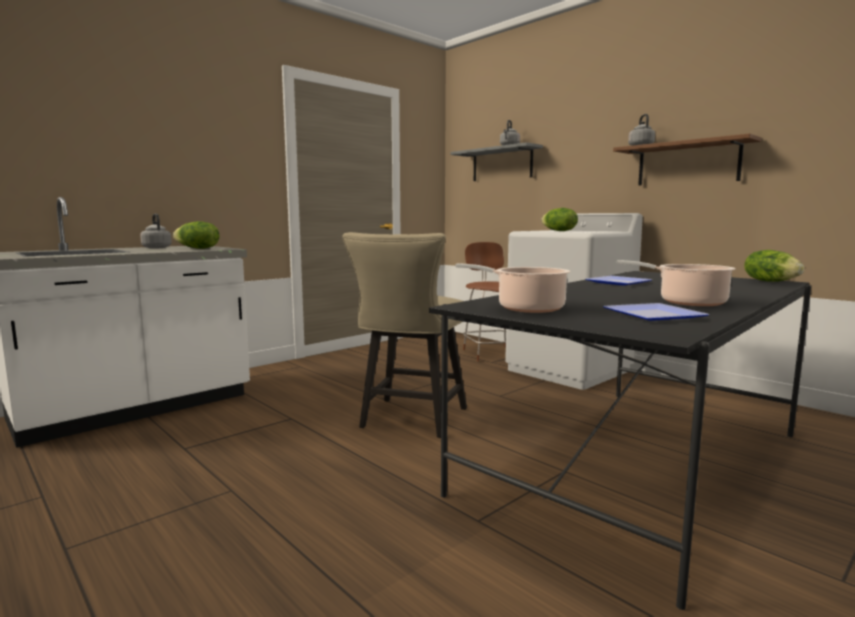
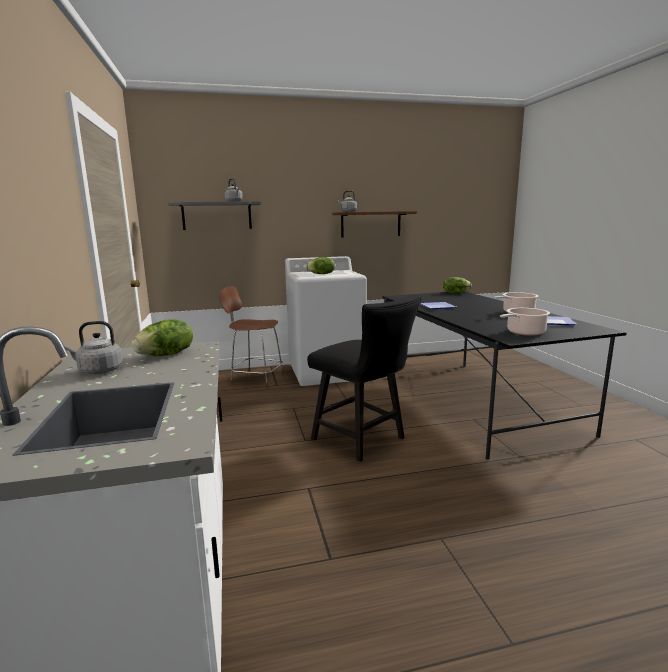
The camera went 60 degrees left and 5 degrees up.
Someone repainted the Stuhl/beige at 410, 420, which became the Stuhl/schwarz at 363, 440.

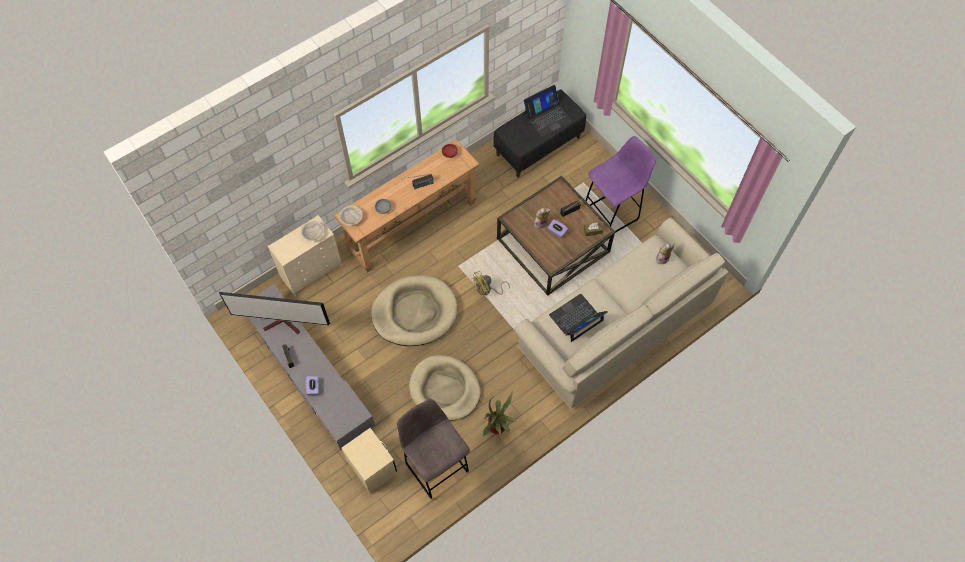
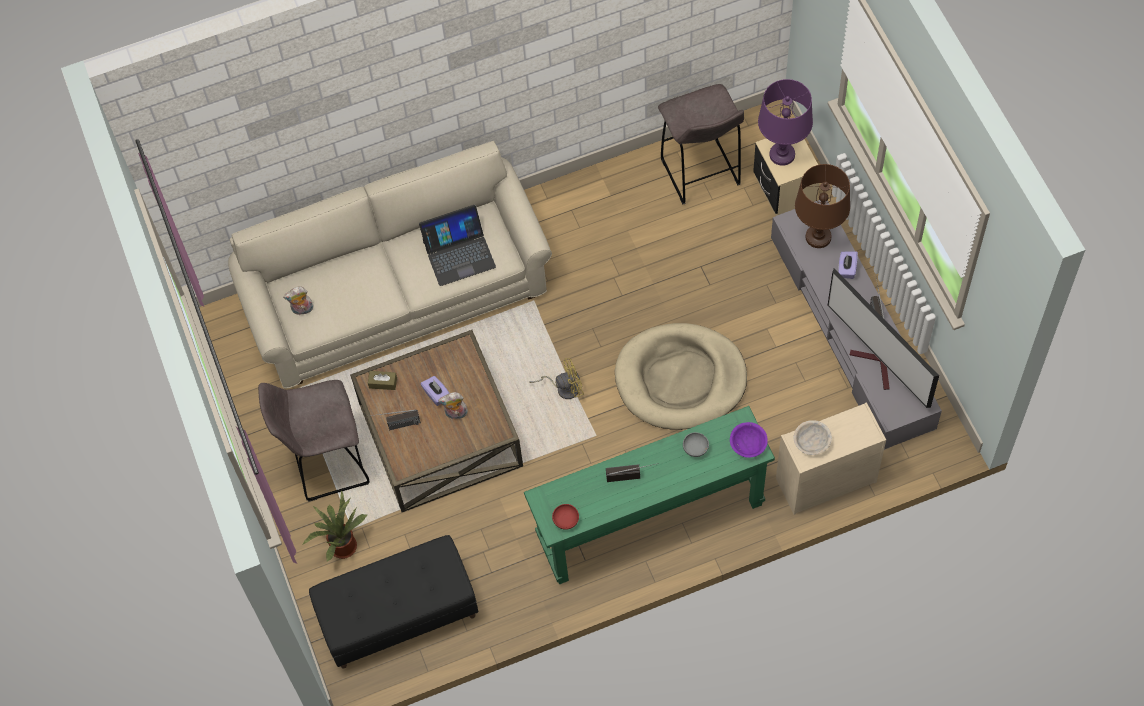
The camera went 160 degrees left and 0 degrees up.
Someone took away the Laptop at 547, 117.
Someone repainted the Hocker/lila at 612, 213, which became the Hocker/grau at 327, 464.
Someone repainted the Konsolentisch/braun at 412, 225, which became the Konsolentisch/grün at 650, 520.
Someone repainted the Schüssel/beige at 351, 219, which became the Schüssel/lila at 748, 444.
Someone rotated the Fernseher at 284, 324 by 150 degrees counterclockwise.
Someone took away the Hundebett/beige at 445, 389.
Someone carried the Topfpflanze from 498, 427 to 341, 544.
Someone put down the Tischlampe/lila at 782, 154.
Someone put down the Tischlampe/braun at 818, 237.

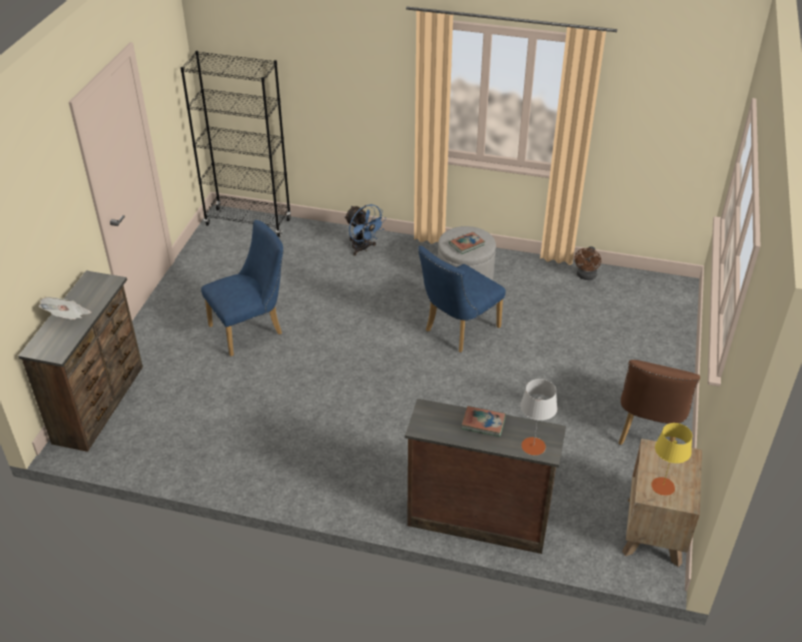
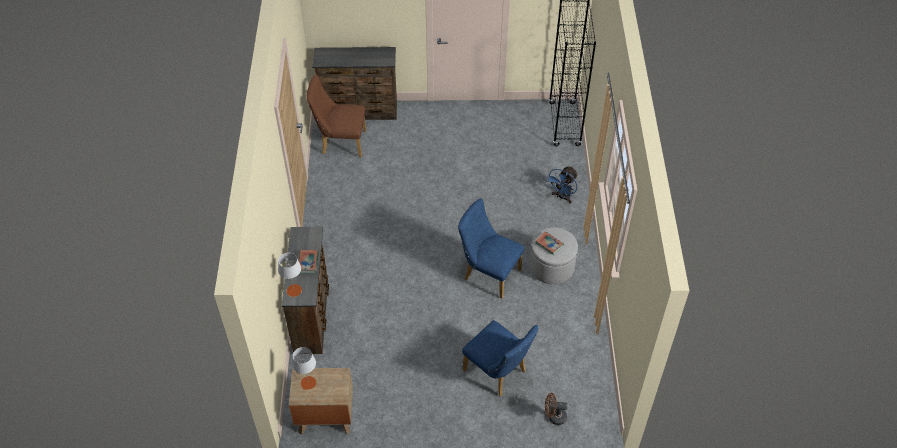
The camera went 75 degrees right and 10 degrees up.
Someone carried the Stuhl/blau from 251, 329 to 498, 373.
Someone carried the Ventilator/braun from 586, 276 to 554, 417.
Someone took away the Zeitung at 67, 317.
Someone carried the Stuhl/braun from 647, 432 to 340, 142.
Someone repainted the Tischlampe/gelb at 663, 486, which became the Tischlampe/grau at 308, 383.

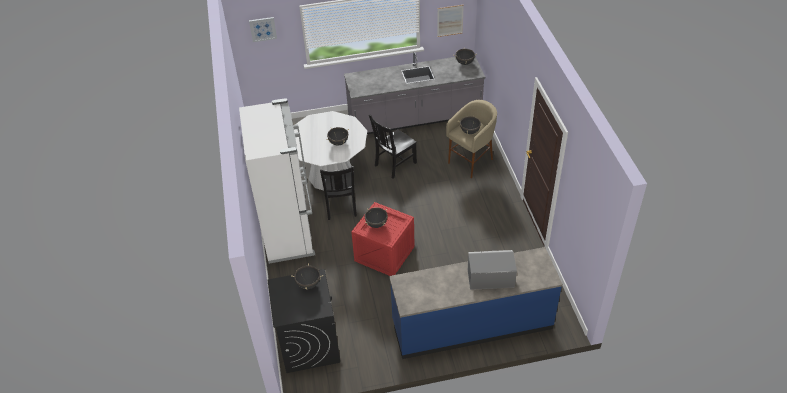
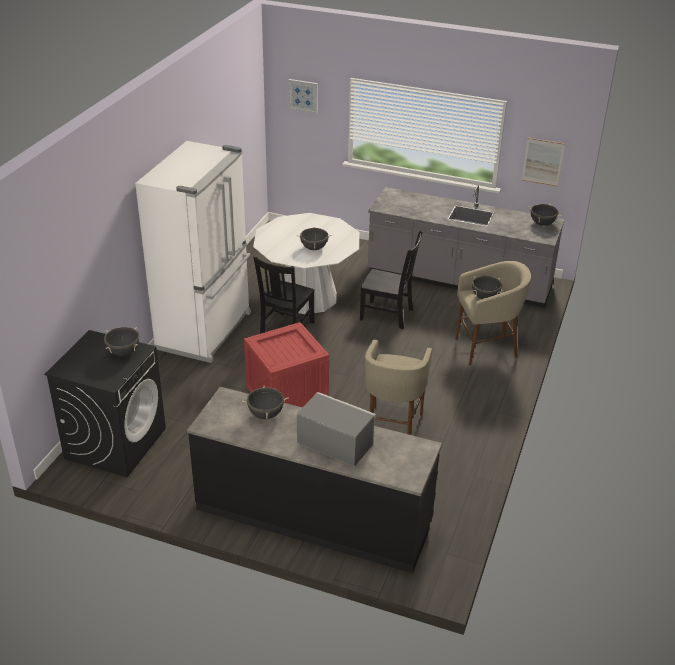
The camera went 30 degrees right and 10 degrees down.
Someone rotated the Stuhl/schwarz at 394, 164 by 150 degrees counterclockwise.
Someone carried the Kochtopf/schwarz from 376, 224 to 266, 414.
Someone repainted the Küchenzeile/blau at 471, 325, which became the Küchenzeile/schwarz at 313, 516.
Someone put down the Hocker/beige at 392, 428.

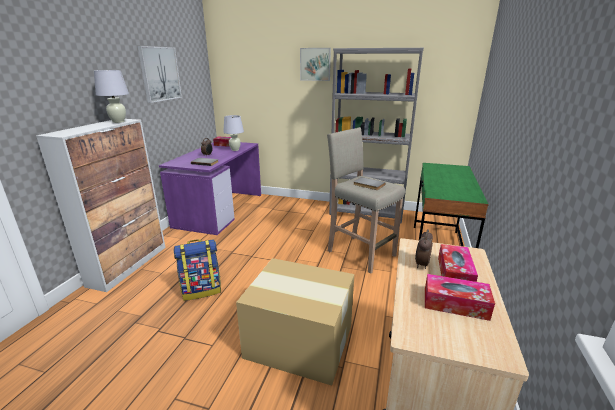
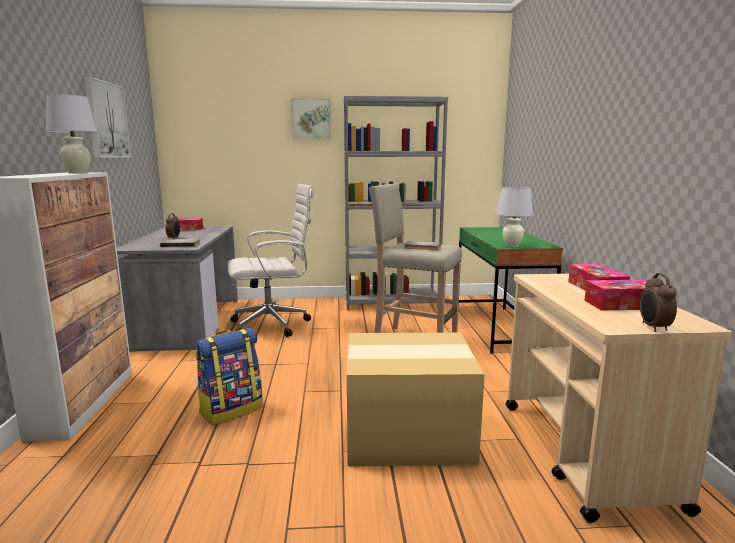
The camera went 20 degrees left and 10 degrees down.
Someone carried the Tischlampe/weiß from 235, 150 to 512, 245.
Someone repainted the Schreibtisch/lila at 220, 210, which became the Schreibtisch/grau at 187, 322.
Someone carried the Wecker from 421, 264 to 653, 328.
Someone put down the Bürostuhl/weiß at 274, 324.

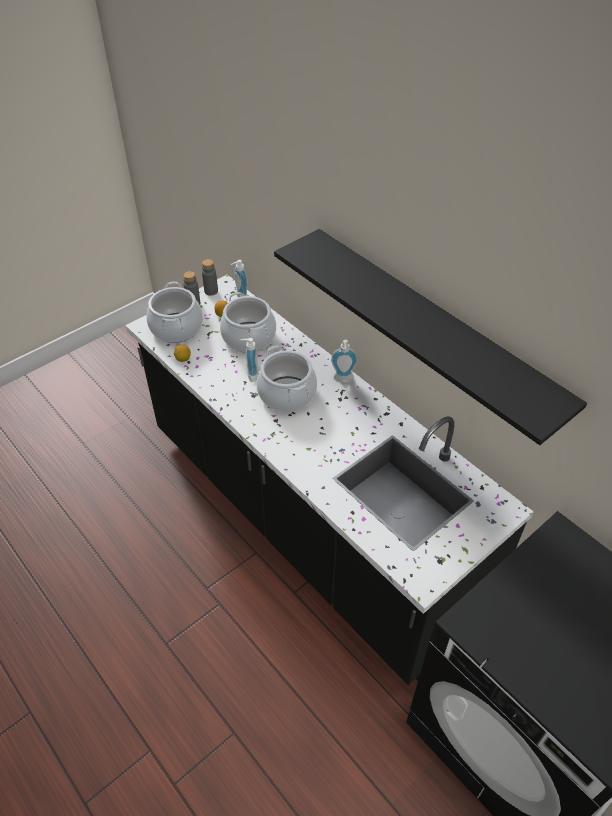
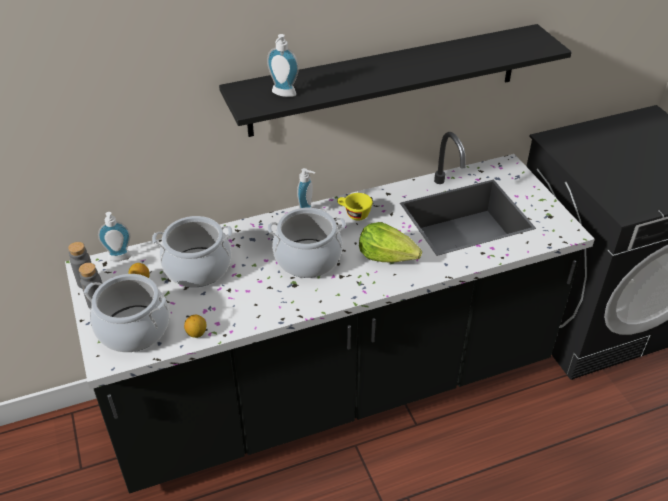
The camera went 70 degrees left and 5 degrees down.
Someone carried the Seifenspender from 250, 375 to 282, 94.
Someone put down the Tasse/gelb at 354, 214.
Someone put down the Salatkopf at 387, 256.

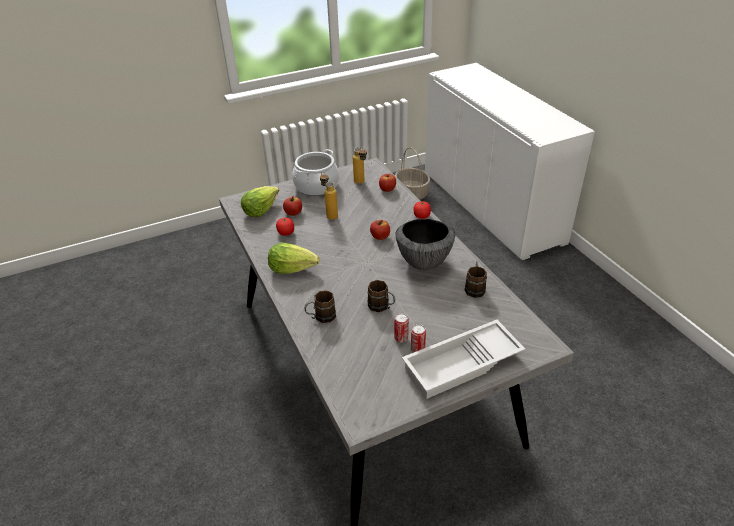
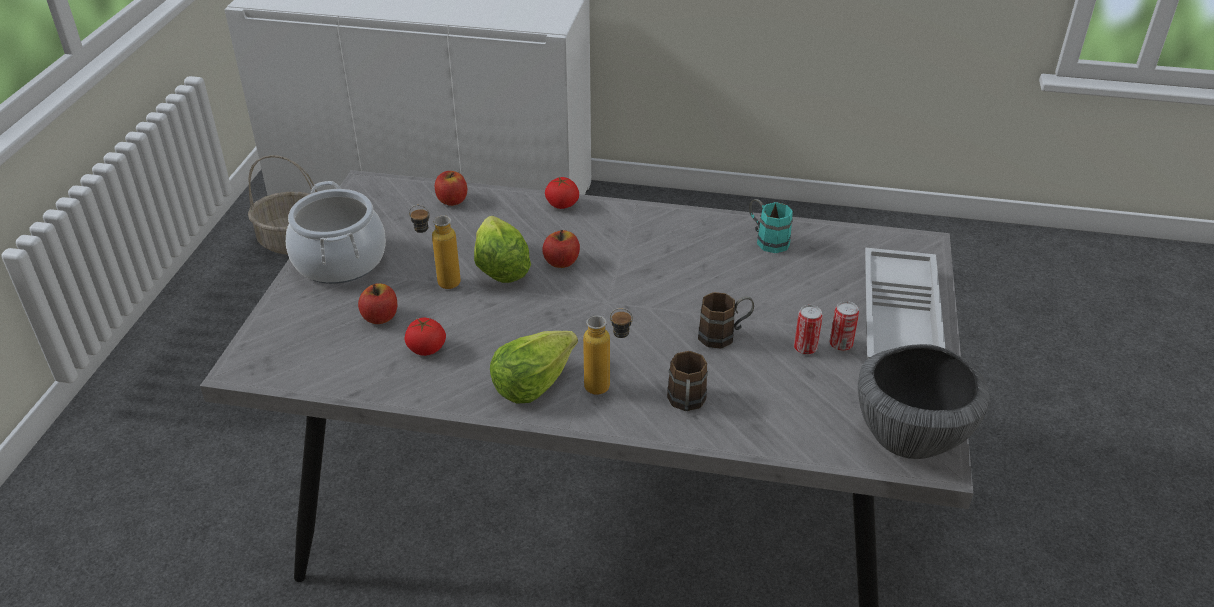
The camera went 55 degrees left and 0 degrees up.
Someone carried the Flasche from 361, 183 to 607, 388.
Someone carried the Salatkopf from 260, 210 to 500, 267.
Someone carried the Schüssel from 424, 262 to 909, 438.
Someone repainted the Henkelbecher/braun at 475, 287, which became the Henkelbecher/türkis at 766, 240.

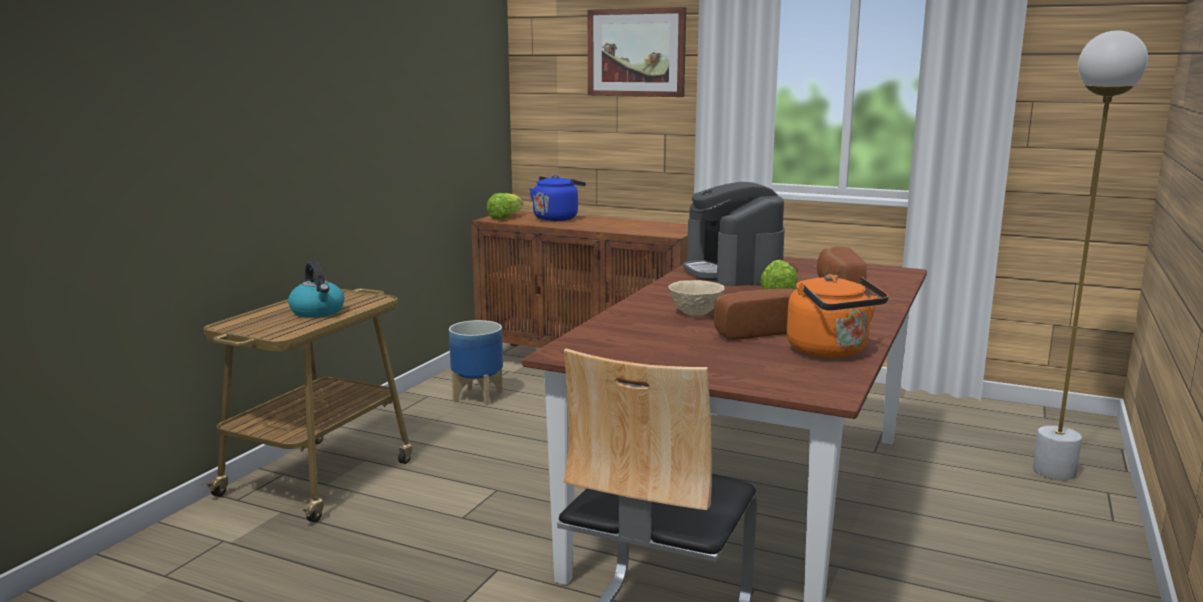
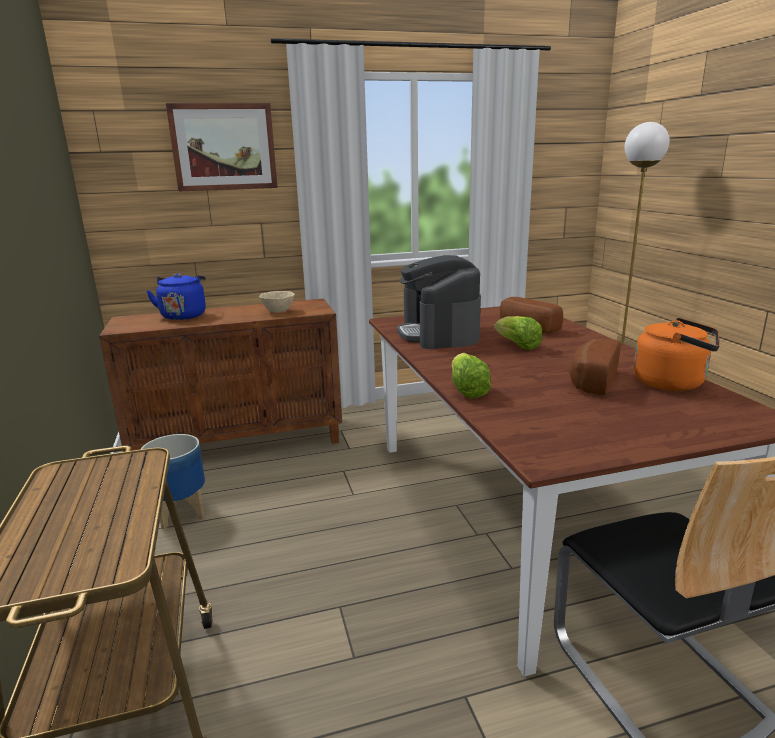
The camera went 40 degrees left and 5 degrees up.
Someone rotated the Kaffeemaschine at 733, 272 by 45 degrees clockwise.
Someone carried the Salatkopf from 505, 218 to 467, 390.
Someone took away the Wasserkessel at 318, 312.
Someone carried the Schüssel/beige from 696, 314 to 278, 311.

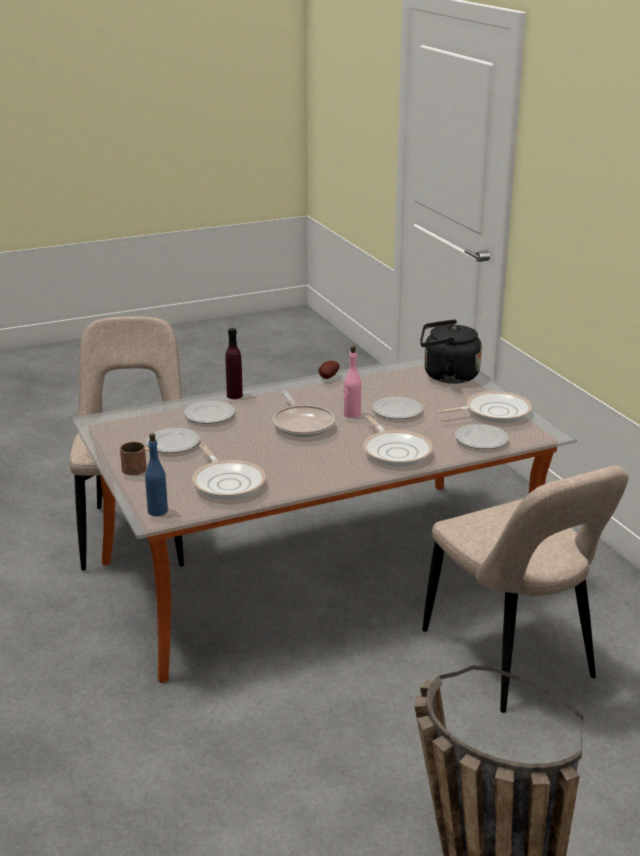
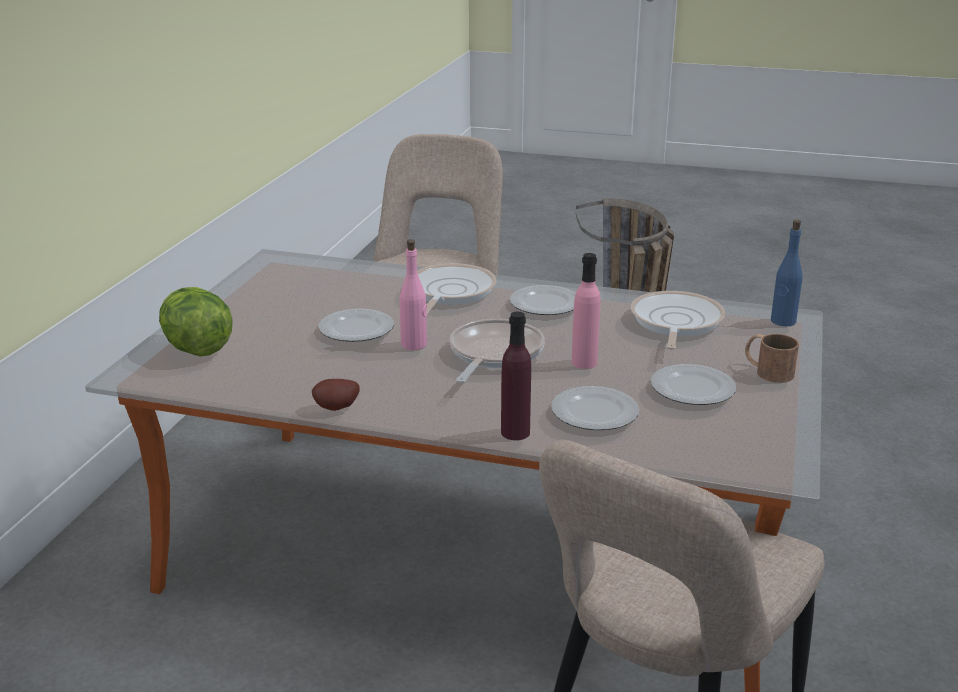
The camera went 140 degrees left and 0 degrees up.
Someone swapped the Wasserkessel/schwarz at 447, 376 for the Salatkopf at 197, 349.
Someone took away the Pfanne at 493, 412.
Someone carried the Teller from 481, 440 to 546, 304.
Someone put down the Flasche/rosa at 584, 362.

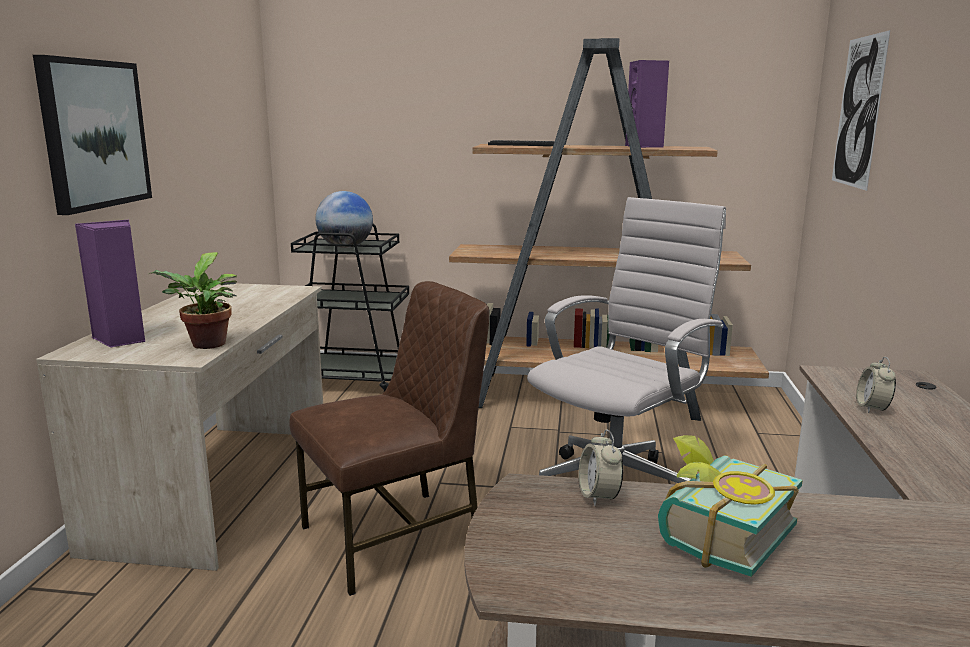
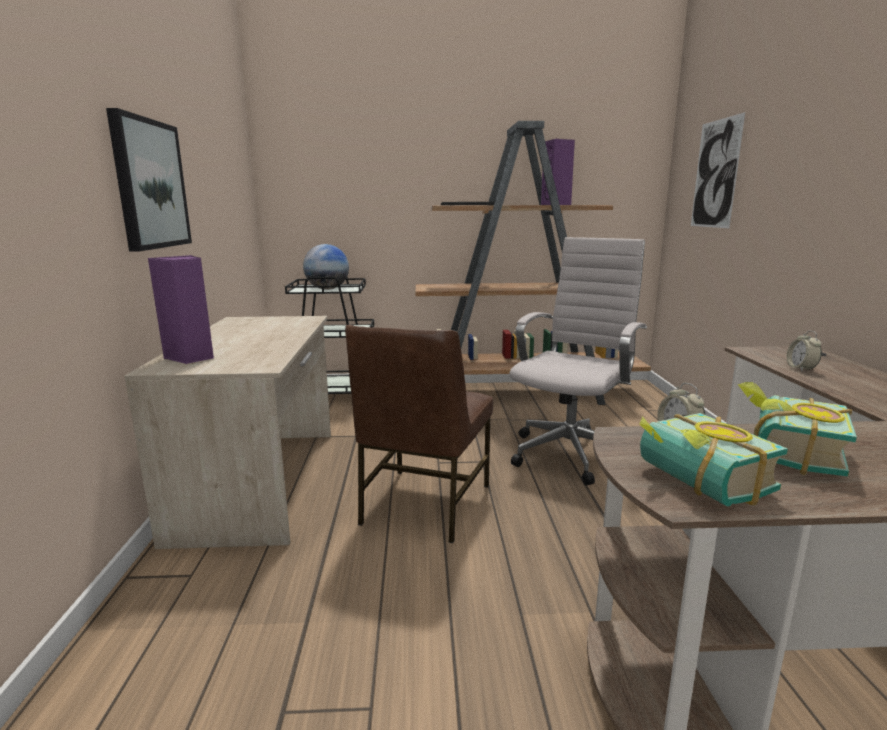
The camera went 10 degrees left and 0 degrees up.
Someone took away the Topfpflanze at 206, 345.
Someone rotated the Stuhl/braun at 394, 537 by 150 degrees clockwise.
Someone put down the Buch at 695, 484.

